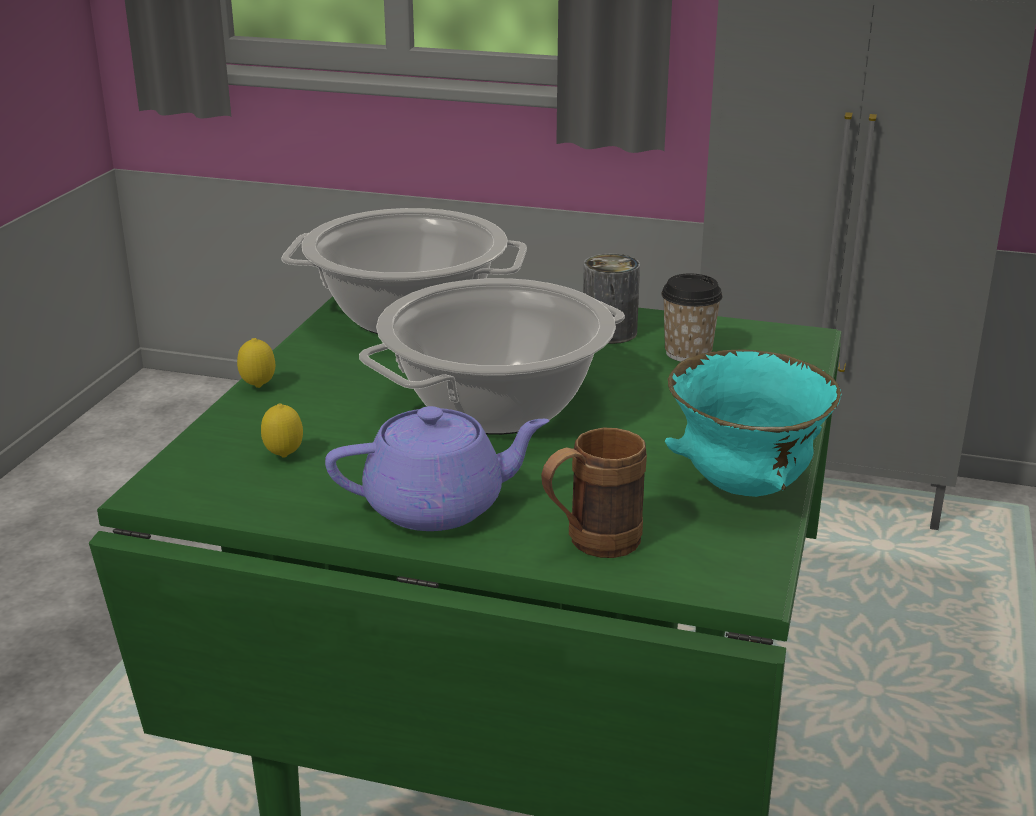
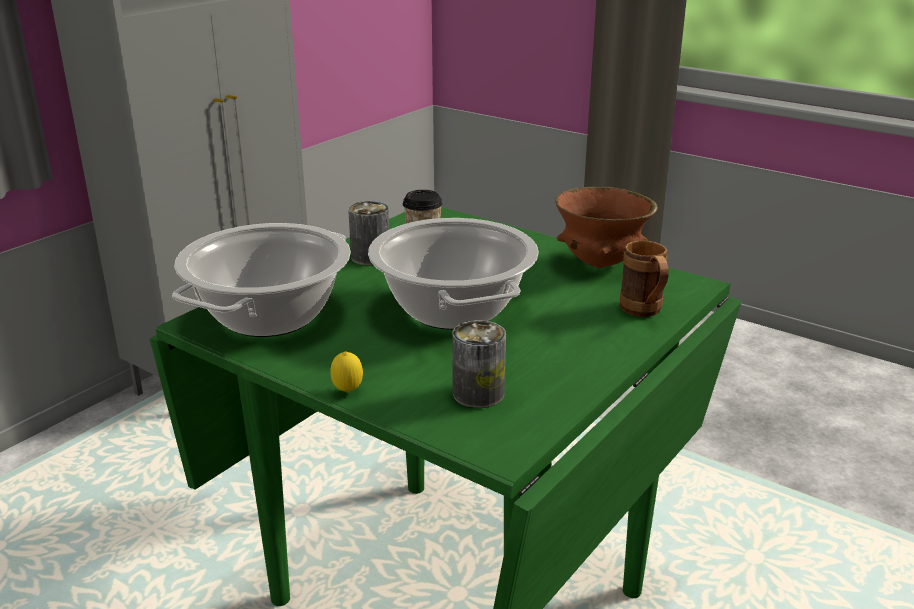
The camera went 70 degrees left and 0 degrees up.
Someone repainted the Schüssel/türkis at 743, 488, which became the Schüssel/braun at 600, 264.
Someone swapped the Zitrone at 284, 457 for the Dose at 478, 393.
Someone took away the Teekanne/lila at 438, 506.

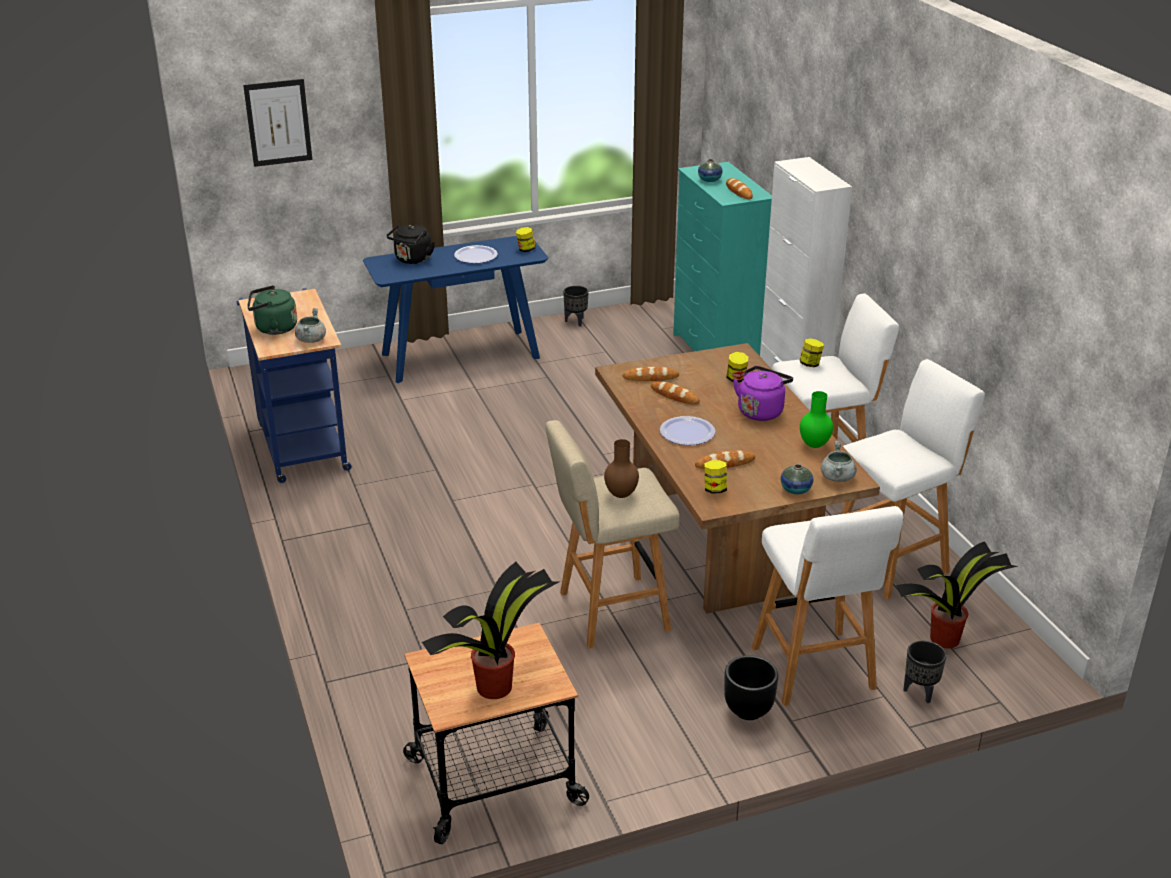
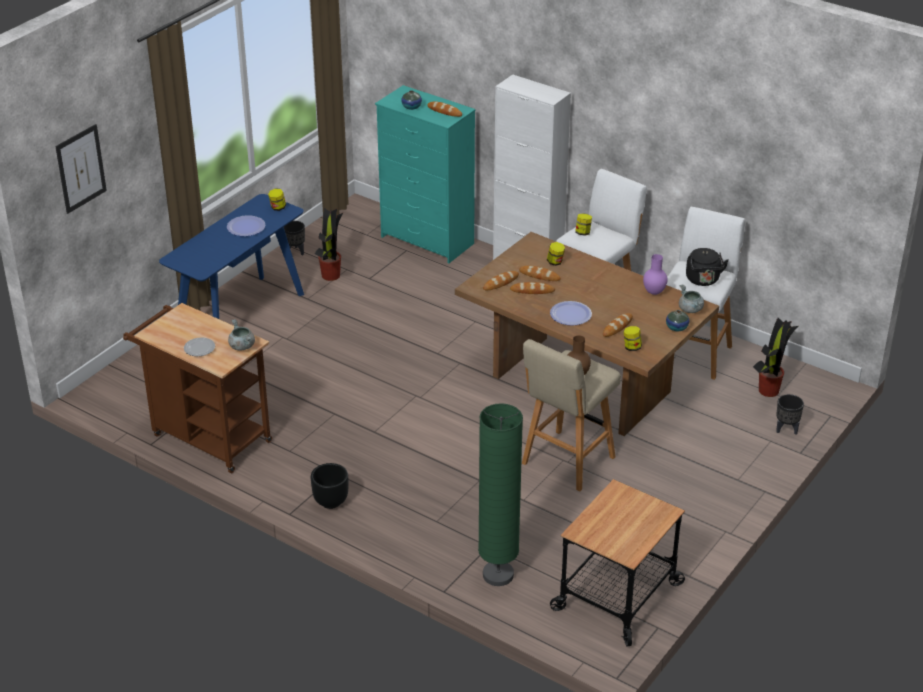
The camera went 35 degrees left and 5 degrees up.
Someone carried the Wasserkessel/schwarz from 412, 260 to 703, 280.
Someone swapped the Wasserkessel/grün at 273, 328 for the Teller at 199, 348.
Someone repainted the Rollwagen/blau at 301, 443, which became the Rollwagen/braun at 206, 436.
Someone took away the Wasserkessel/lila at 761, 411.
Someone repainted the Vase/grün at 815, 445, which became the Vase/lila at 654, 292.
Someone took away the Hocker/weiß at 814, 671.
Someone carried the Topfpflanze from 496, 686 to 331, 275.
Someone carried the Pflanzkübel/schwarz from 747, 710 to 330, 502.
Someone put down the Brot at 539, 275.
Someone put down the Stehlampe/grün at 498, 575.

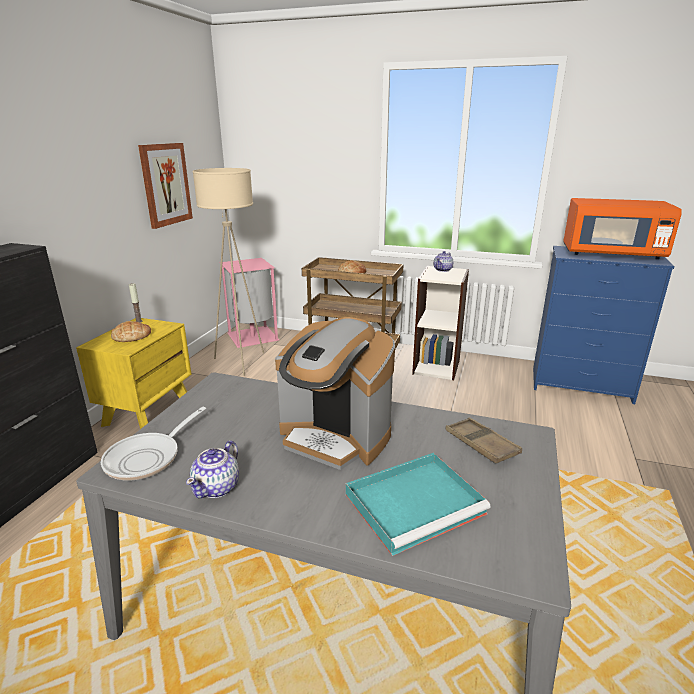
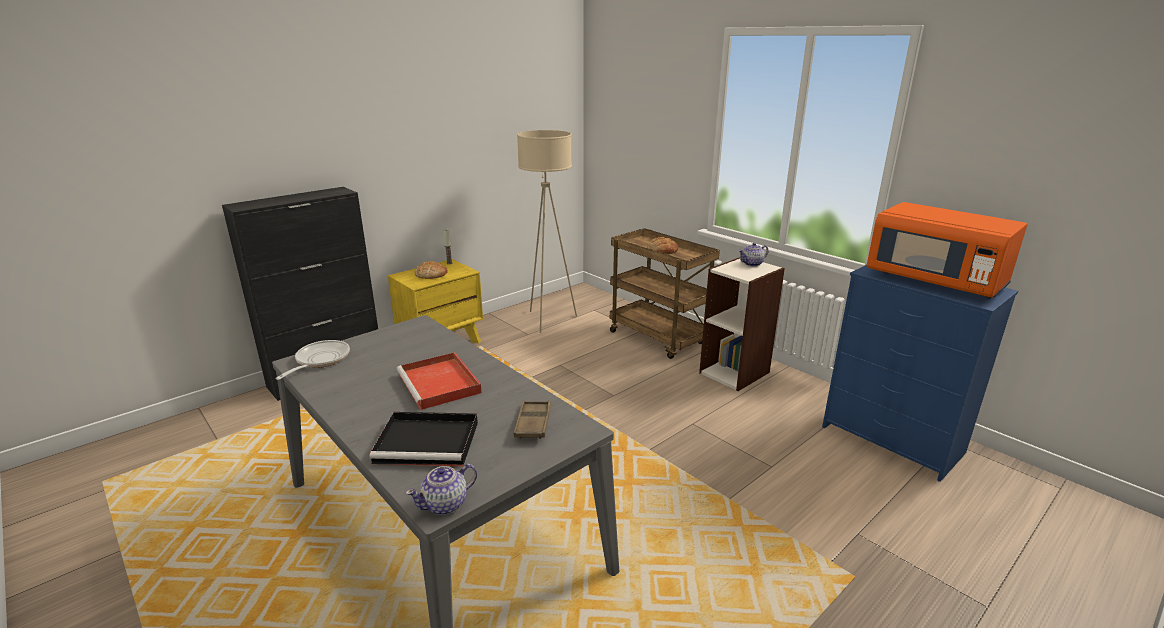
The camera went 30 degrees right and 0 degrees up.
Someone took away the Bild at 165, 184.
Someone took away the Mülleimer/rosa at 253, 337.
Someone swapped the Kaffeemaschine at 335, 437 for the Tablett/rot at 440, 384.
Someone rotated the Pfanne at 148, 458 by 135 degrees clockwise.
Someone carried the Teekanne from 217, 487 to 445, 504.
Someone repainted the Tablett/türkis at 416, 503, which became the Tablett/schwarz at 429, 442.

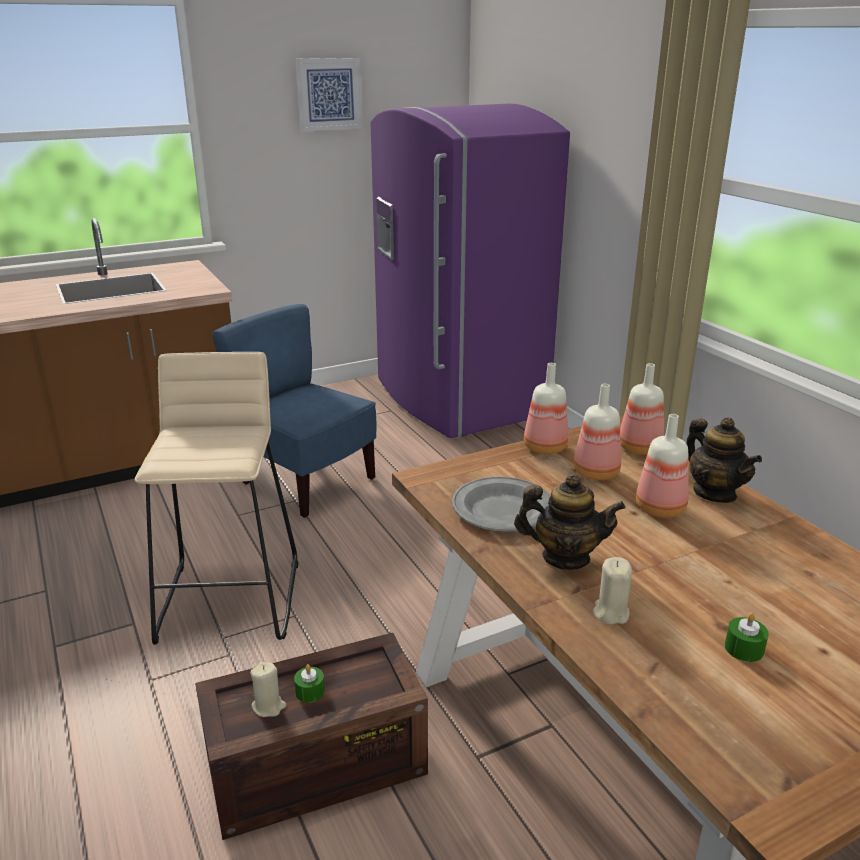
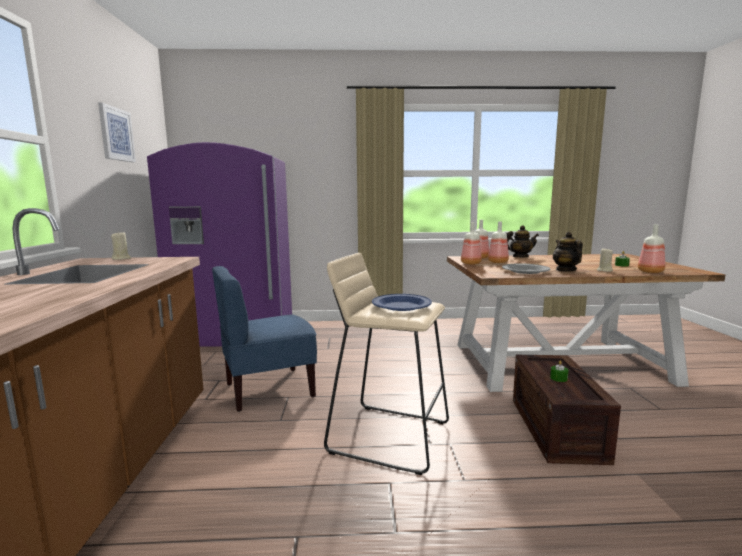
The camera went 65 degrees left and 15 degrees down.
Someone carried the Flasche from 661, 509 to 651, 272.
Someone rotated the Teekanne at 565, 557 by 45 degrees counterclockwise.
Someone carried the Kerze/beige from 268, 706 to 121, 258.
Someone put down the Teller/blau at 401, 306.

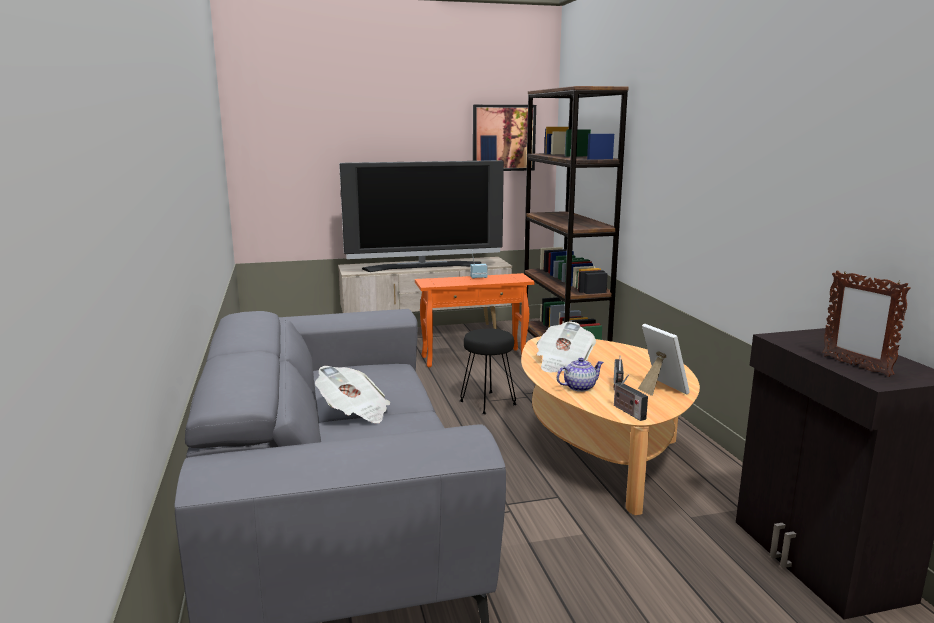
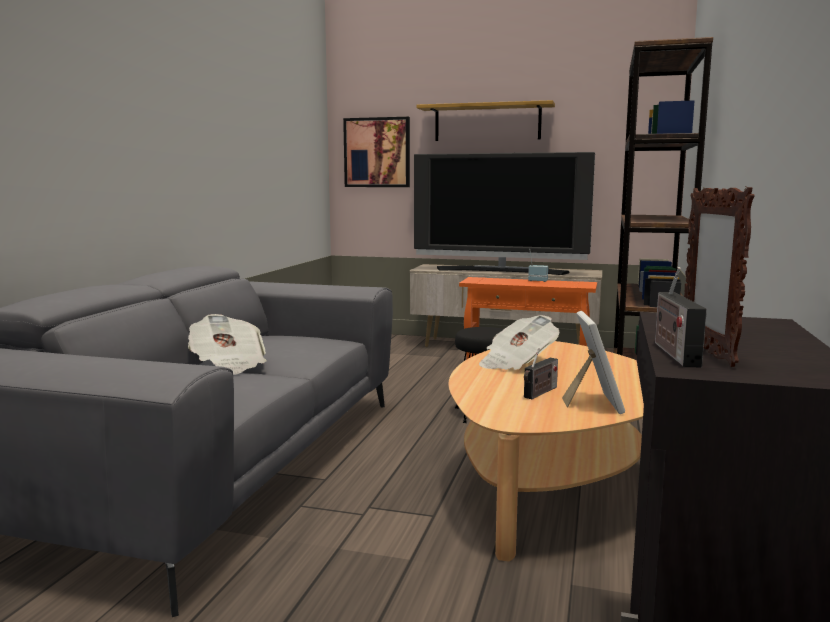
The camera went 30 degrees right and 5 degrees down.
Someone carried the Bild from 503, 138 to 377, 152.
Someone took away the Teekanne at 579, 387.
Someone carried the Radio from 627, 411 to 673, 353.
Someone put up the Wandregal at 487, 122.

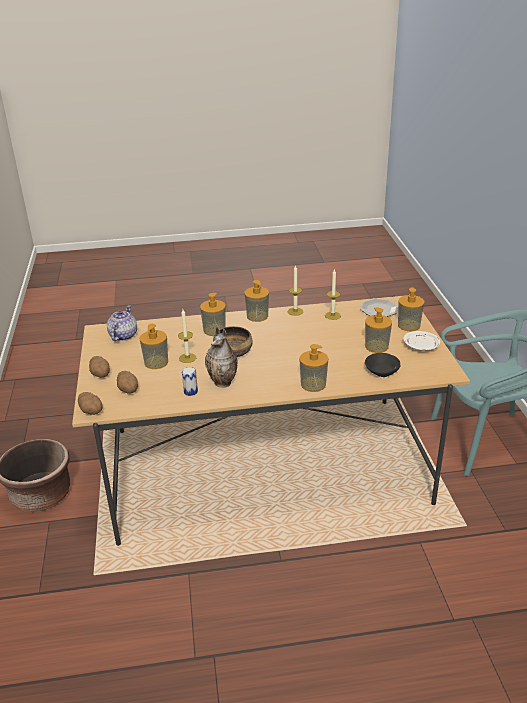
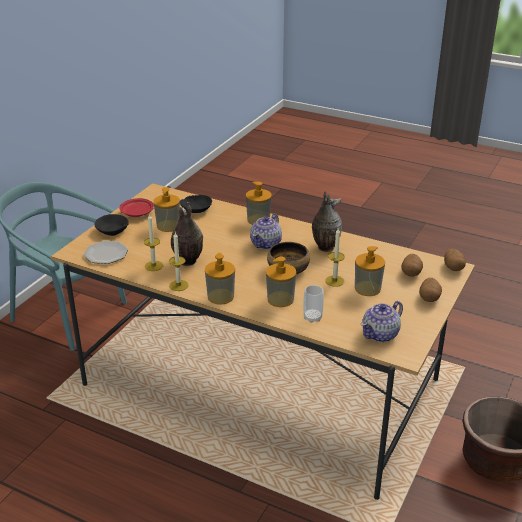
The camera went 145 degrees left and 0 degrees up.
Someone swapped the Seifenspender at 409, 325 for the Schüssel/schwarz at 112, 230.
Someone repainted the Teller/weiß at 421, 346, which became the Teller/rot at 137, 213.
Someone took away the Dose at 190, 392.
Someone put down the Vase at 187, 262.
Someone put down the Teekanne at 266, 244.
Someone put down the Tasse at 312, 317.

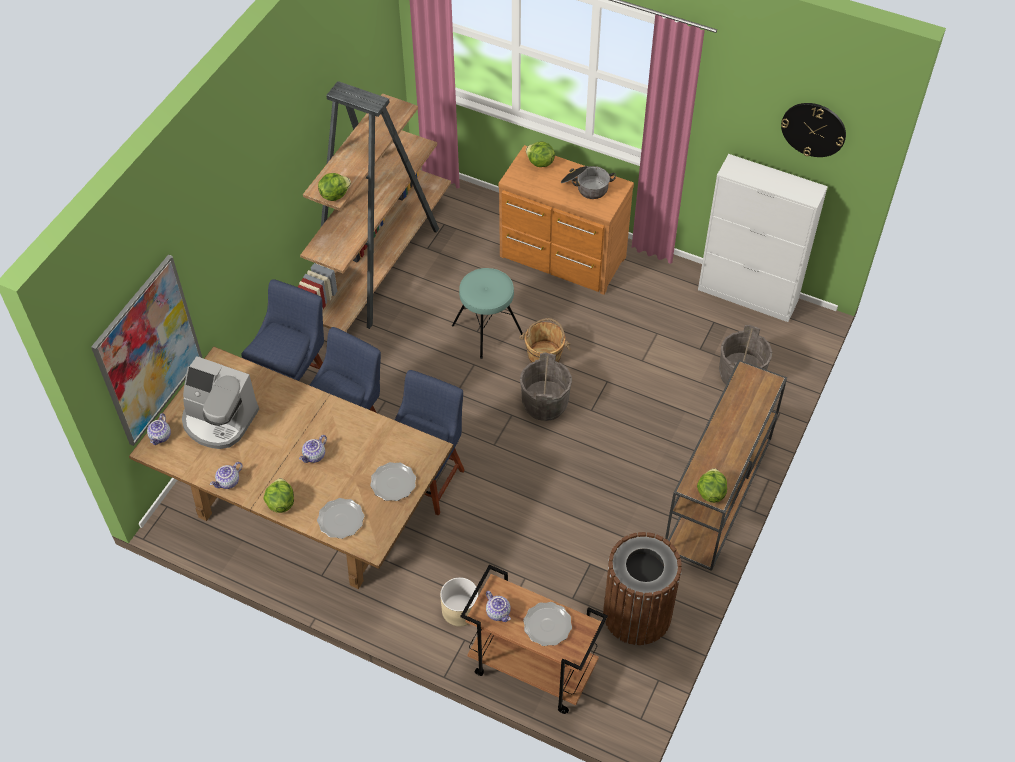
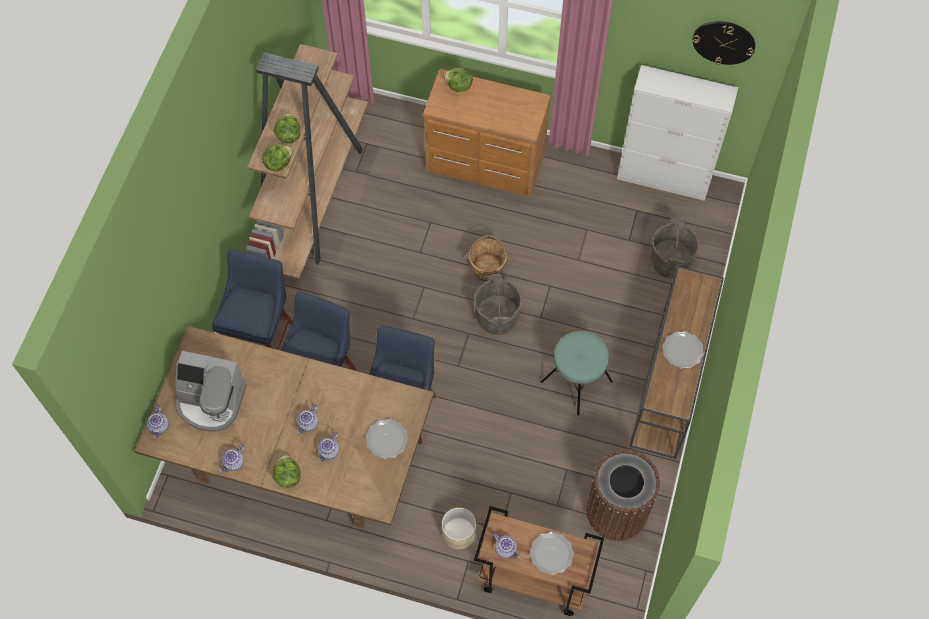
The camera went 10 degrees left and 10 degrees up.
Someone took away the Kochtopf at 586, 187.
Someone took away the Bild at 148, 351.
Someone carried the Hocker/türkis from 487, 330 to 576, 381.
Someone carried the Salatkopf from 710, 493 to 288, 135.
Someone carried the Teller from 340, 520 to 682, 351.
Someone put down the Teekanne at 329, 452.

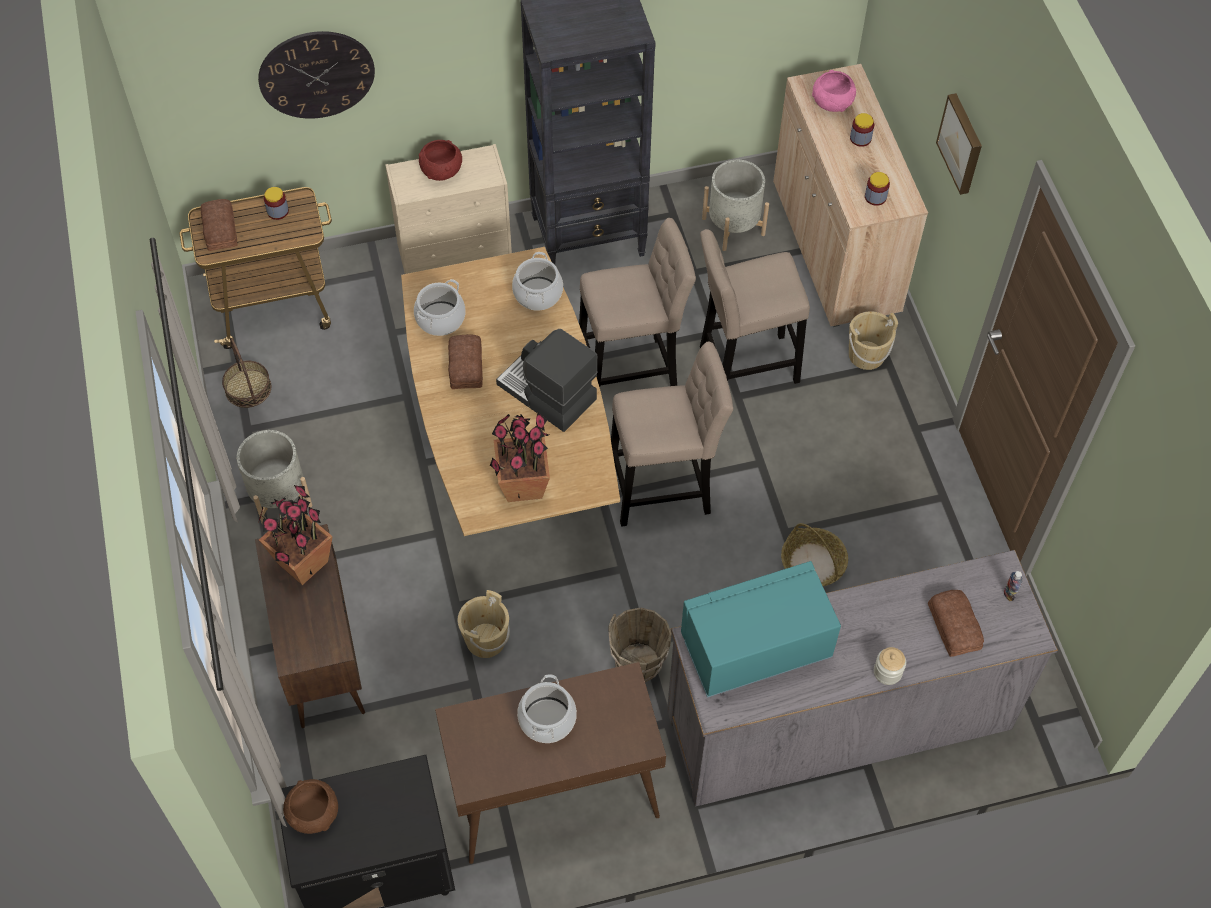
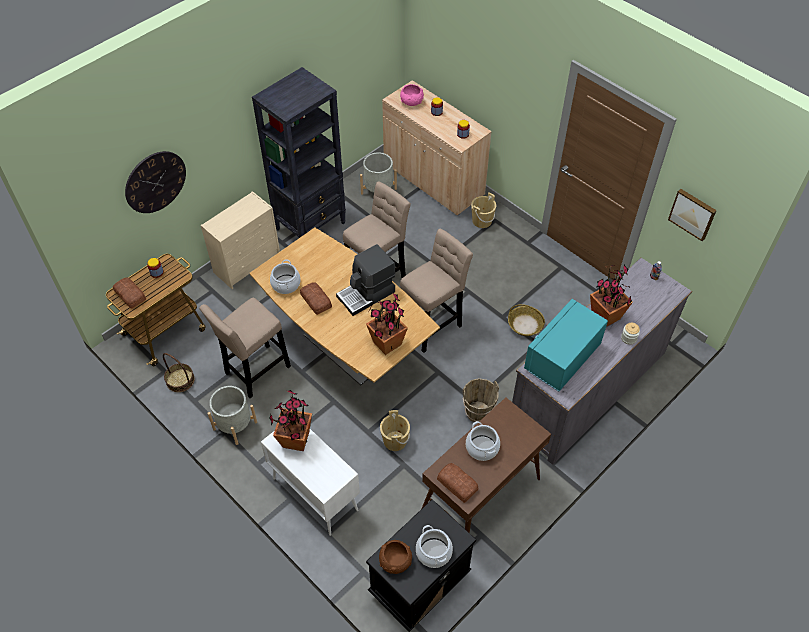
The camera went 30 degrees left and 5 degrees down.
Someone carried the Bild from 962, 143 to 693, 213.
Someone took away the Schüssel/rot at 441, 170.
Someone carried the Hocker/beige from 743, 366 to 255, 372.
Someone carried the Kochtopf from 537, 294 to 433, 552.
Someone rotated the Kaffeemaschine at 546, 393 by 45 degrees counterclockwise.
Someone repainted the Schrank/braun at 321, 655, which became the Schrank/weiß at 314, 493.
Someone carried the Brot from 955, 625 to 457, 483.
Someone put down the Topfpflanze at 605, 317.

